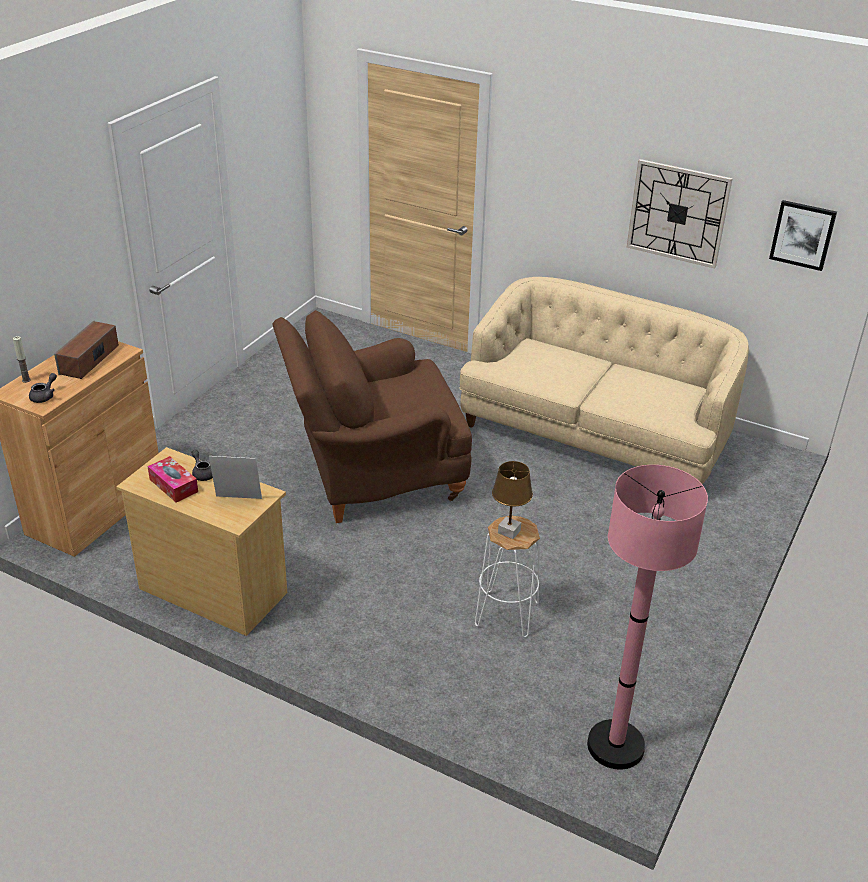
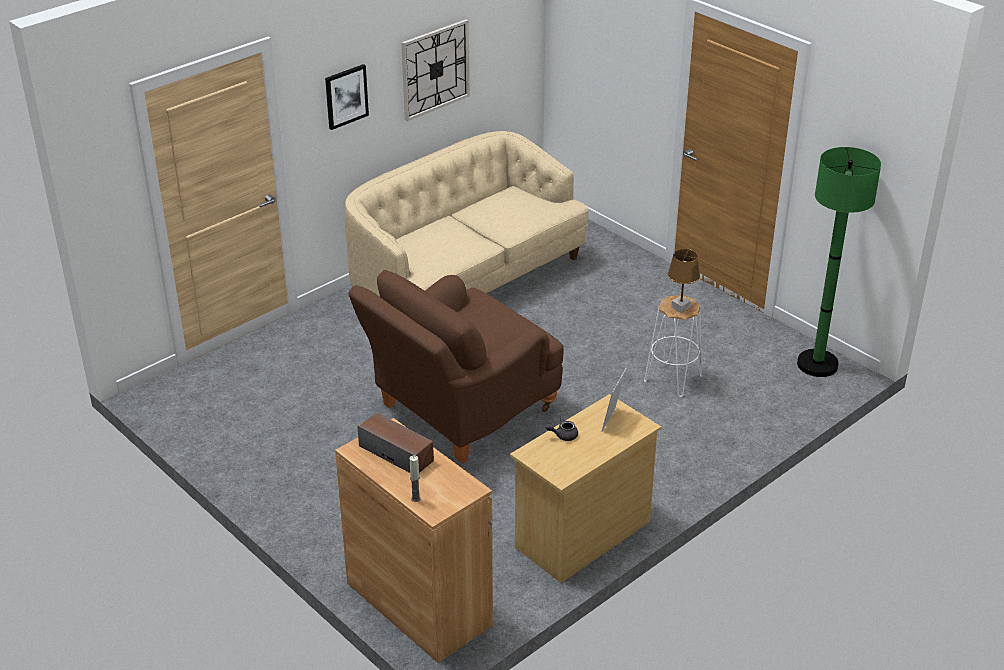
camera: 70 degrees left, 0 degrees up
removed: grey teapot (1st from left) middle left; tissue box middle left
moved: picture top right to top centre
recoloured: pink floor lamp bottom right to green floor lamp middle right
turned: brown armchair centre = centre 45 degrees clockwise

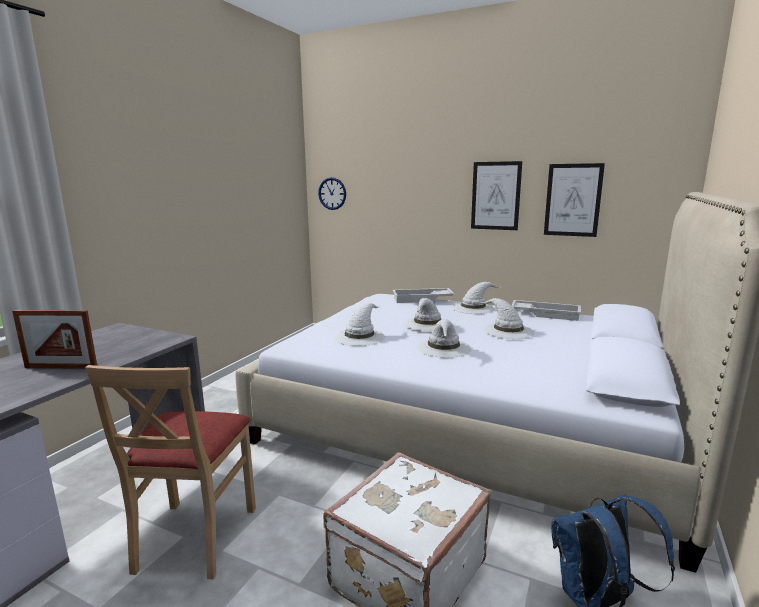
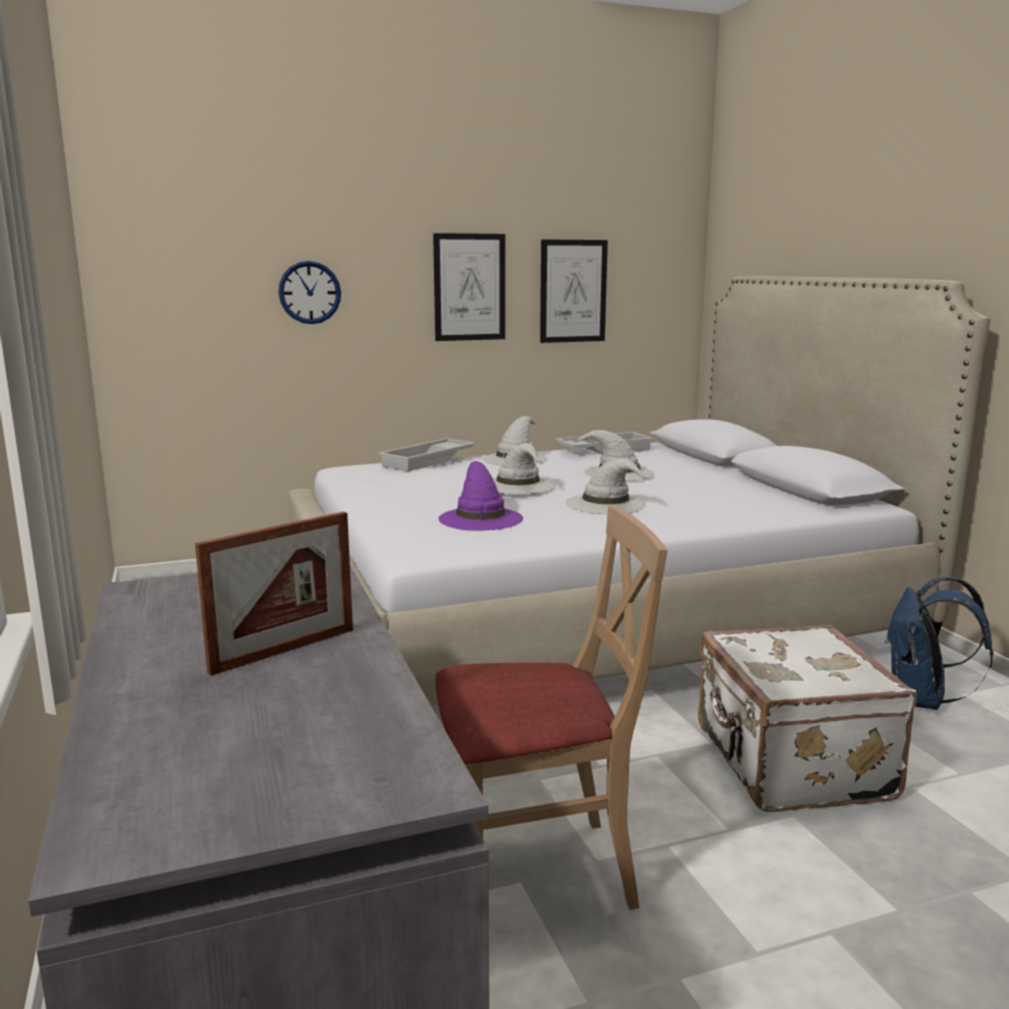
camera: 45 degrees left, 0 degrees up
moved: wall clock top centre to top left
recoloured: white hat (1st from left) centre to purple hat centre
turned: beige chair bottom left = bottom centre 60 degrees counterclockwise

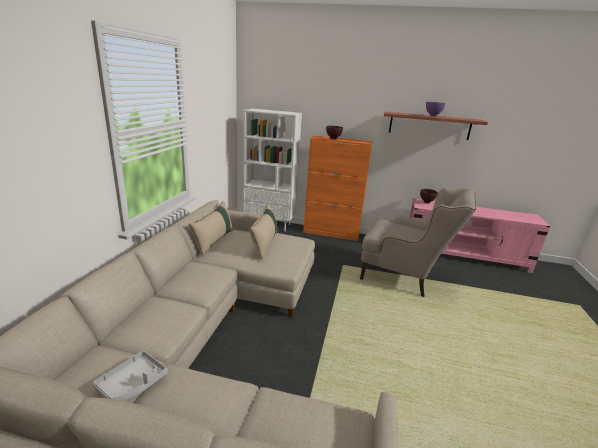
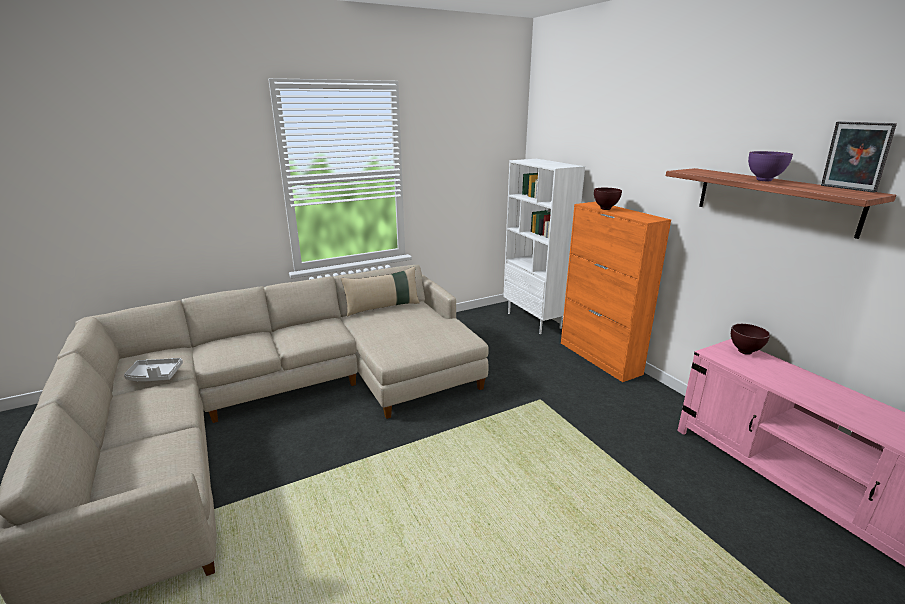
camera: 50 degrees right, 0 degrees up
removed: beige armchair middle right; beige pillow (2nd from left) centre
added: picture frame top right

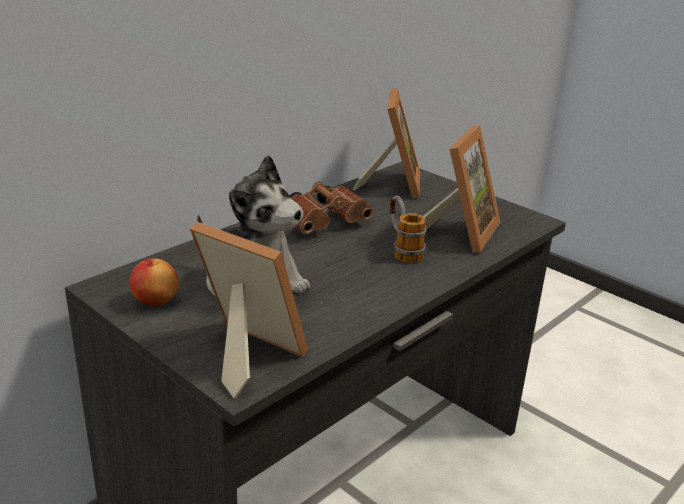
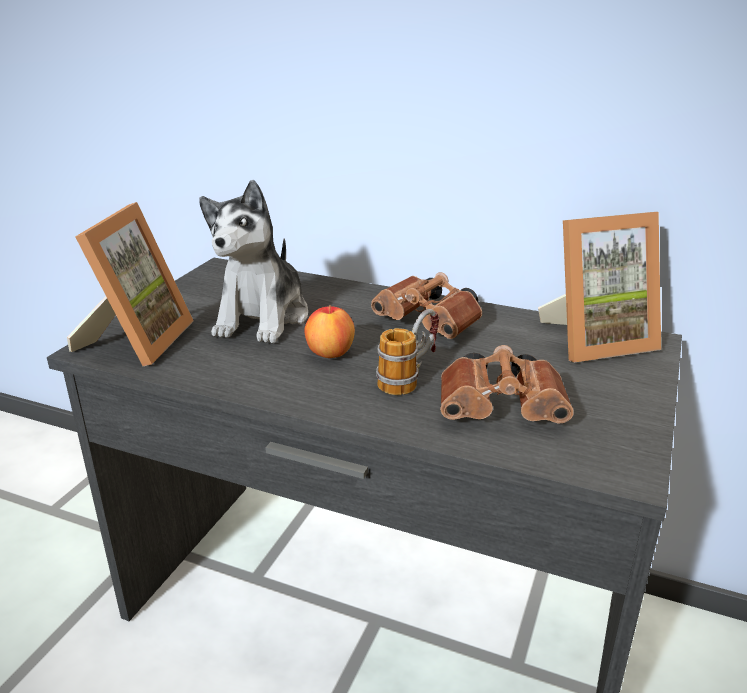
camera: 70 degrees right, 0 degrees up
moved: apple middle left to centre
replaced: picture frame (3rd from left) middle right to brown binoculars (2nd from left) middle right

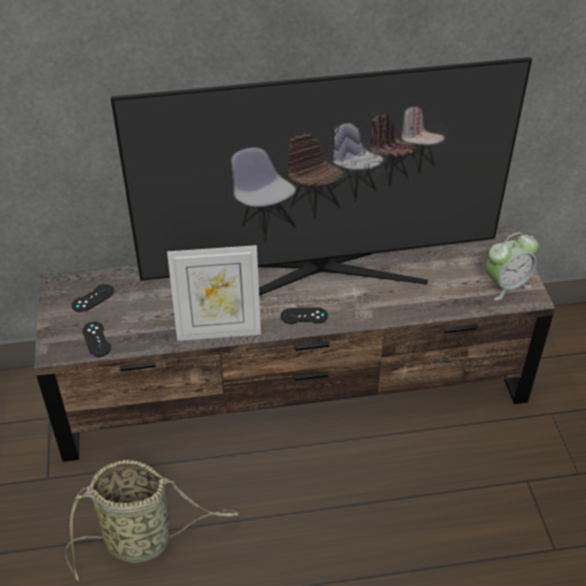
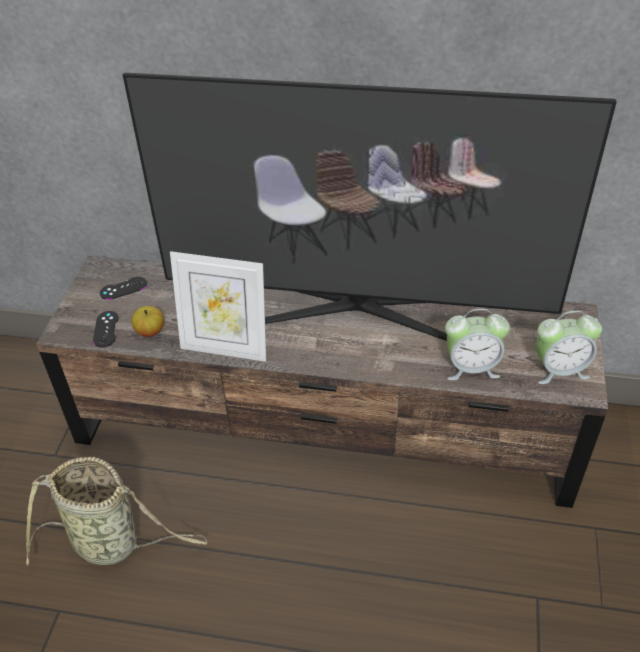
camera: 20 degrees right, 0 degrees up
removed: black game controller (3rd from left) centre
added: apple middle left; alarm clock (1st from left) middle right

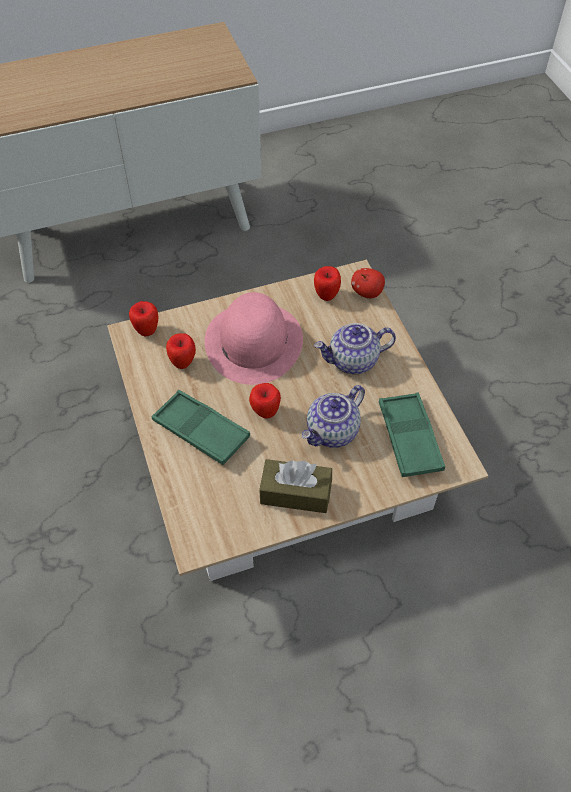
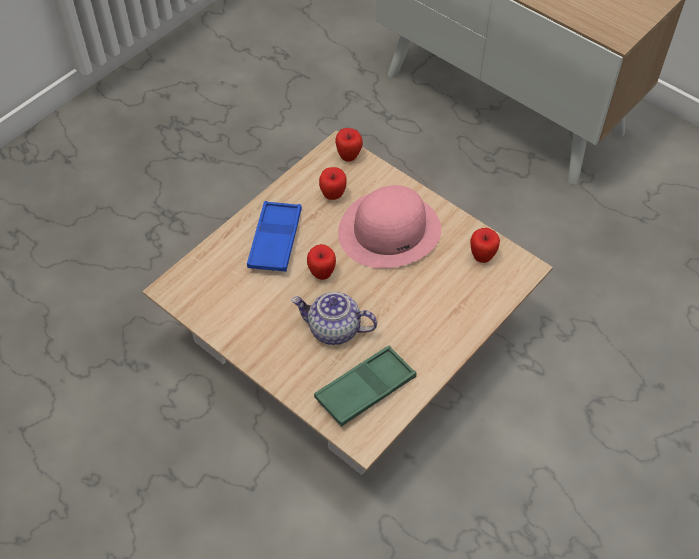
camera: 60 degrees right, 0 degrees up
removed: apple (5th from left) centre; teapot (2nd from left) centre; brown tissue box centre
recoloured: green tray (1st from left) centre to blue tray centre

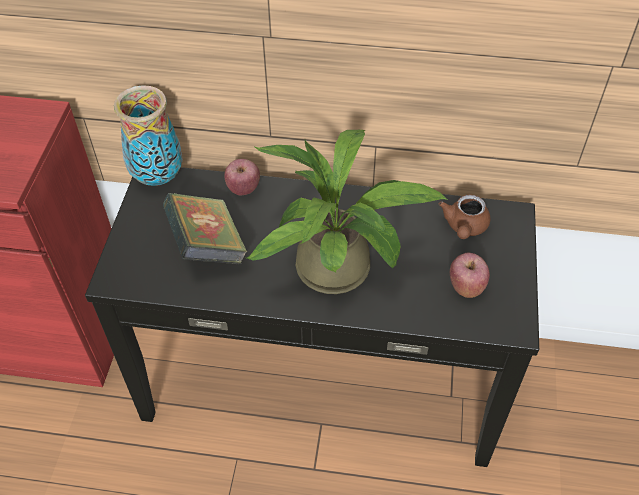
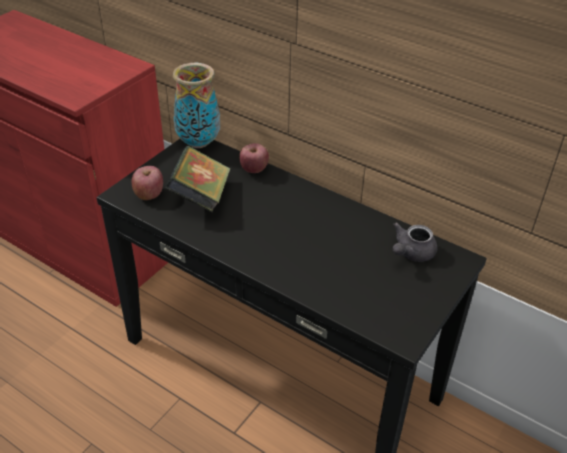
camera: 25 degrees right, 10 degrees down
removed: potted plant centre
moved: apple (2nd from left in the first image) middle right to apple (1st from left) middle left
recoloured: brown teapot middle right to grey teapot middle right

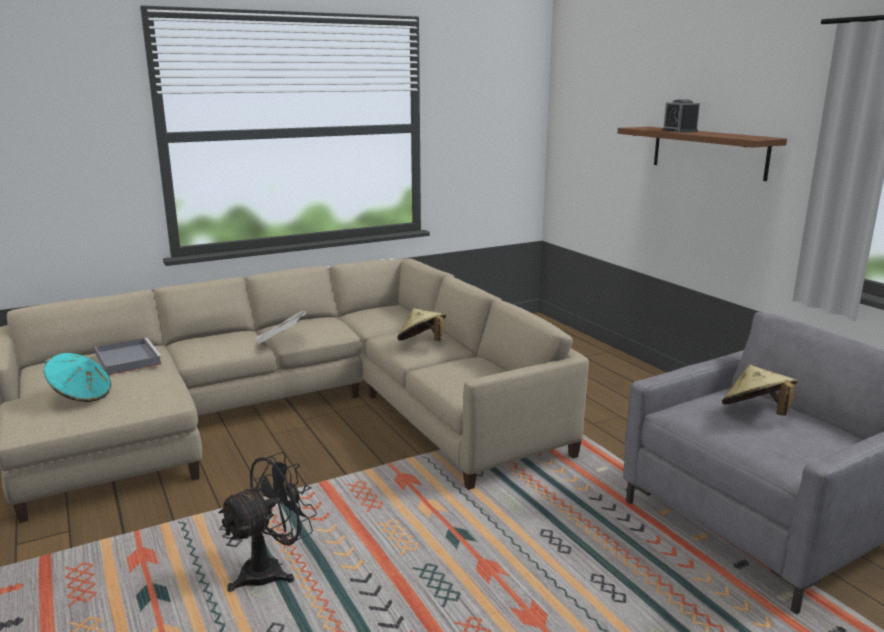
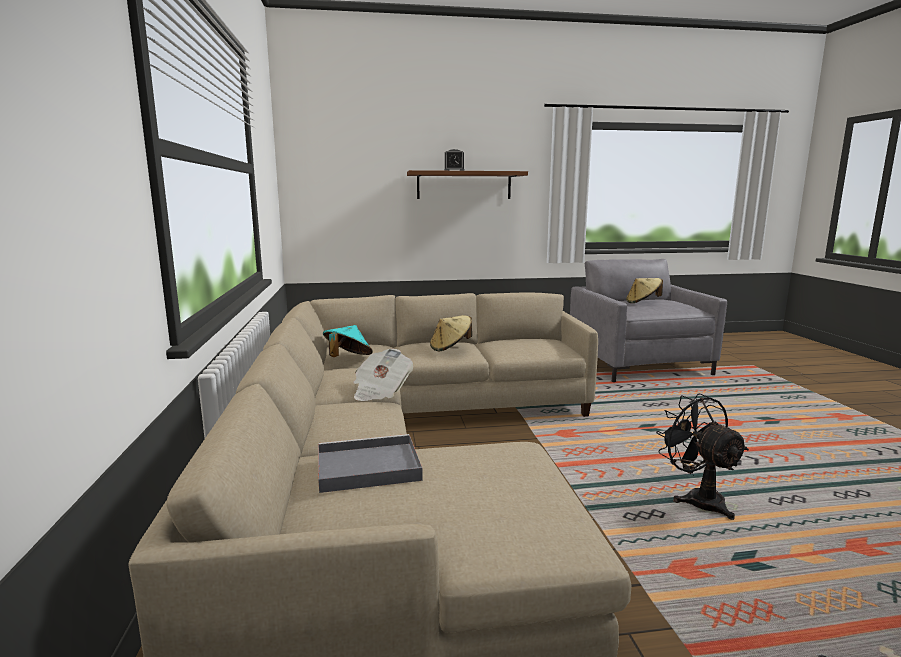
camera: 70 degrees left, 5 degrees down
moved: turquoise hat middle left to centre

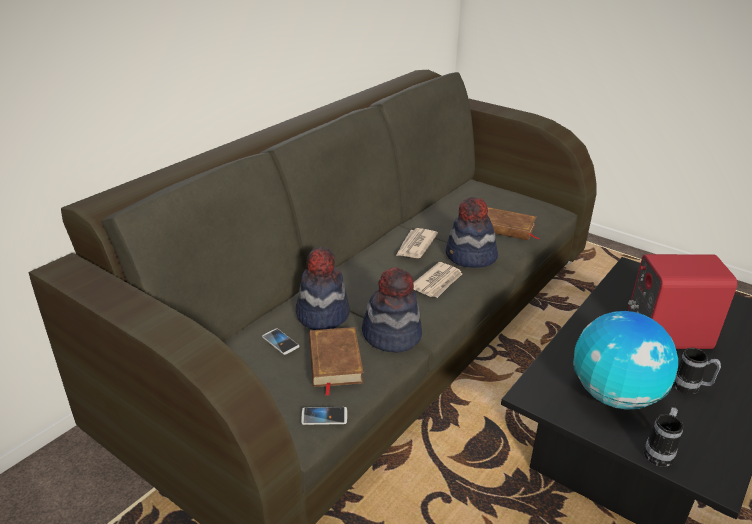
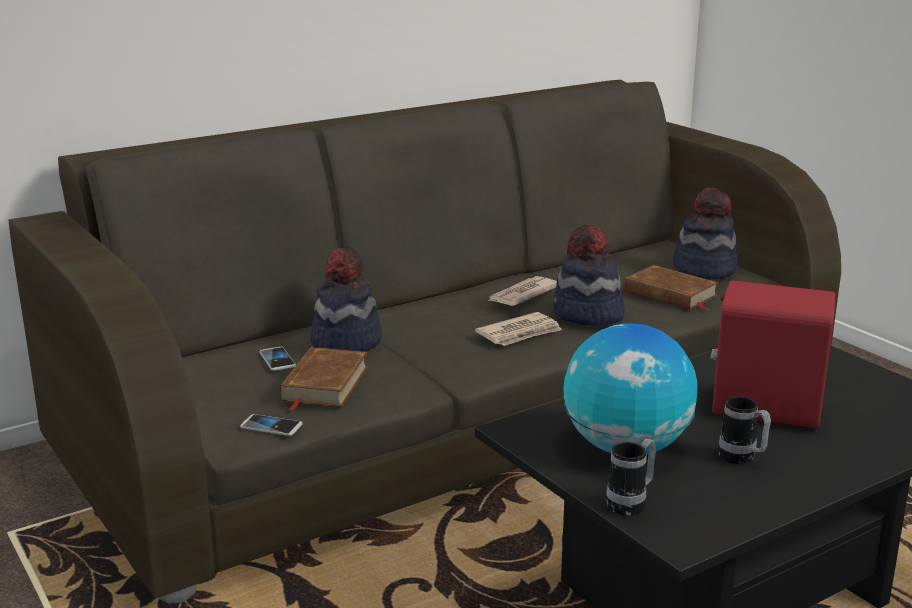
camera: 20 degrees right, 10 degrees down
moved: hat (2nd from left in the first image) centre to hat (3rd from left) middle right

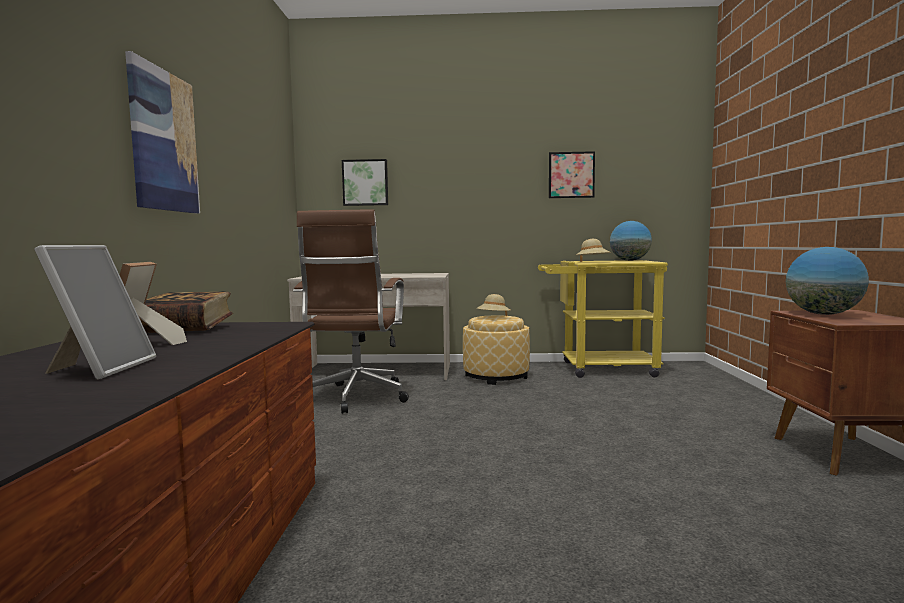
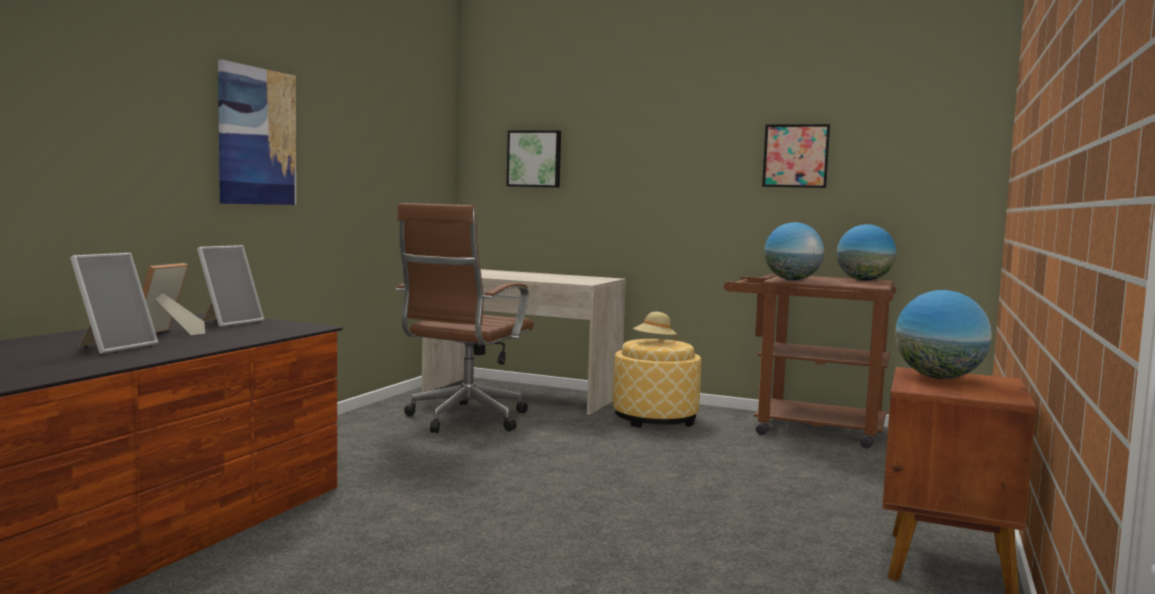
camera: 20 degrees right, 0 degrees up
replaced: beige hat (2nd from left) centre to globe (1st from left) middle right; book middle left to picture frame (3rd from left) middle left
recoloured: yellow cart middle right to brown cart middle right

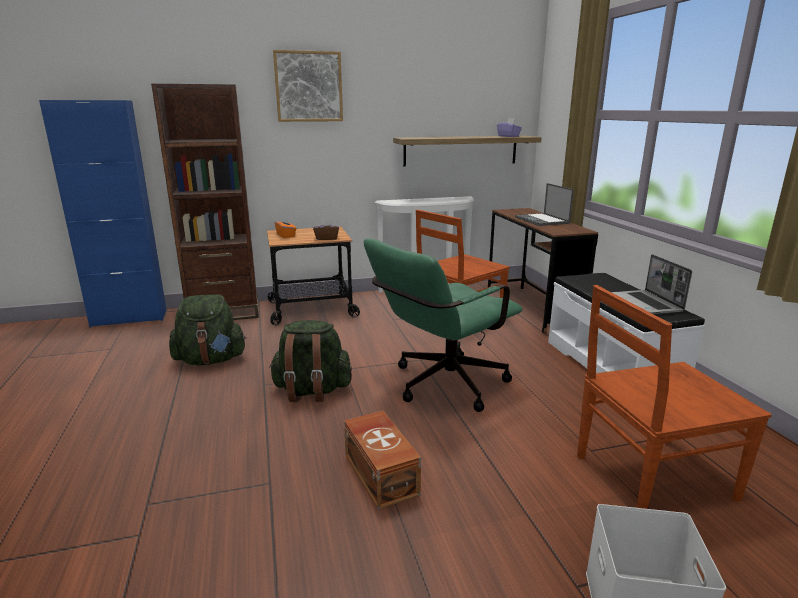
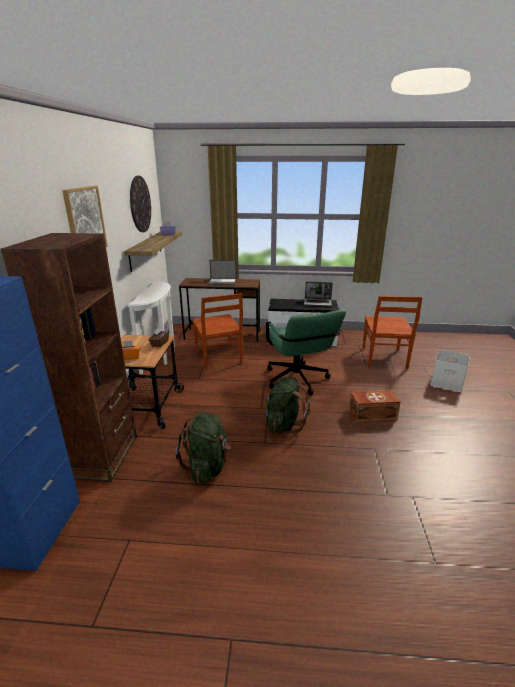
camera: 70 degrees left, 5 degrees up
added: wall clock top left

